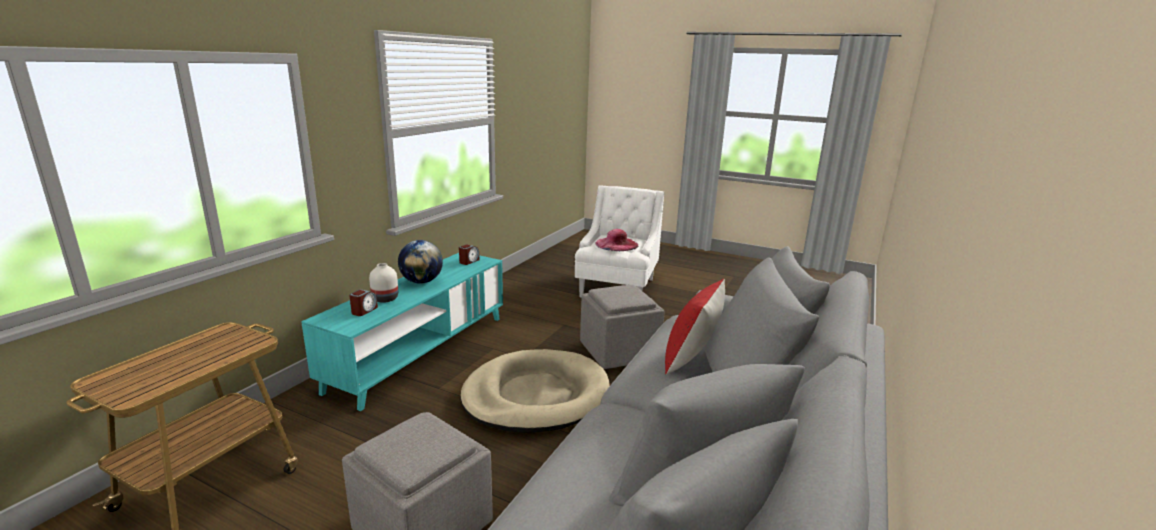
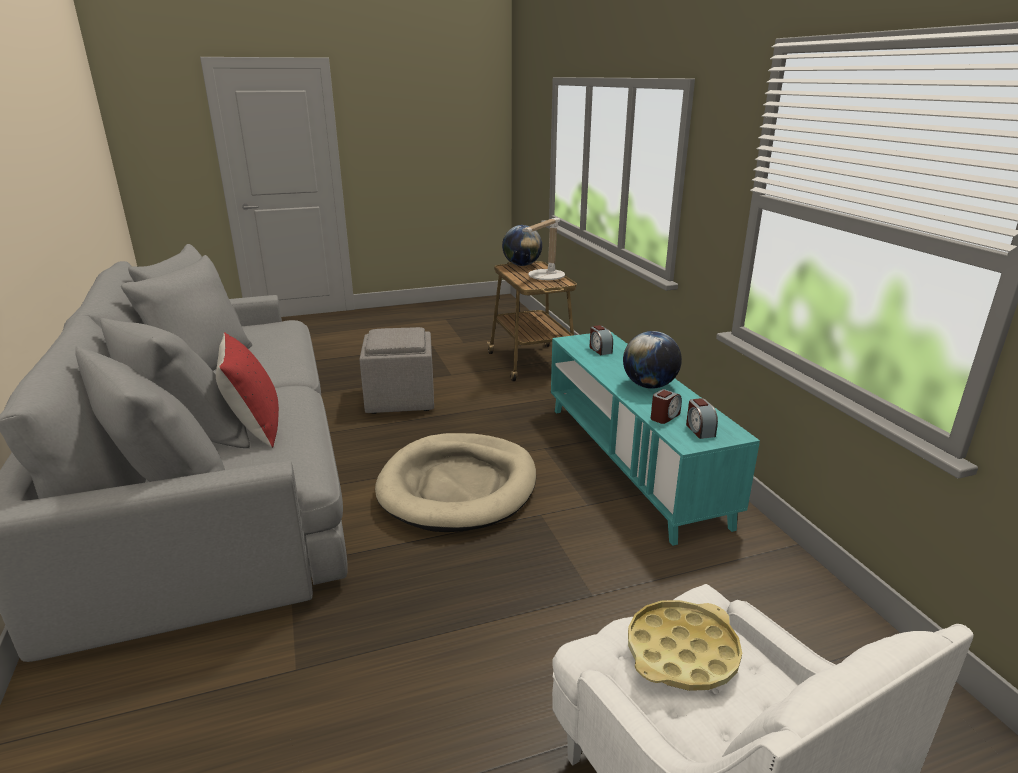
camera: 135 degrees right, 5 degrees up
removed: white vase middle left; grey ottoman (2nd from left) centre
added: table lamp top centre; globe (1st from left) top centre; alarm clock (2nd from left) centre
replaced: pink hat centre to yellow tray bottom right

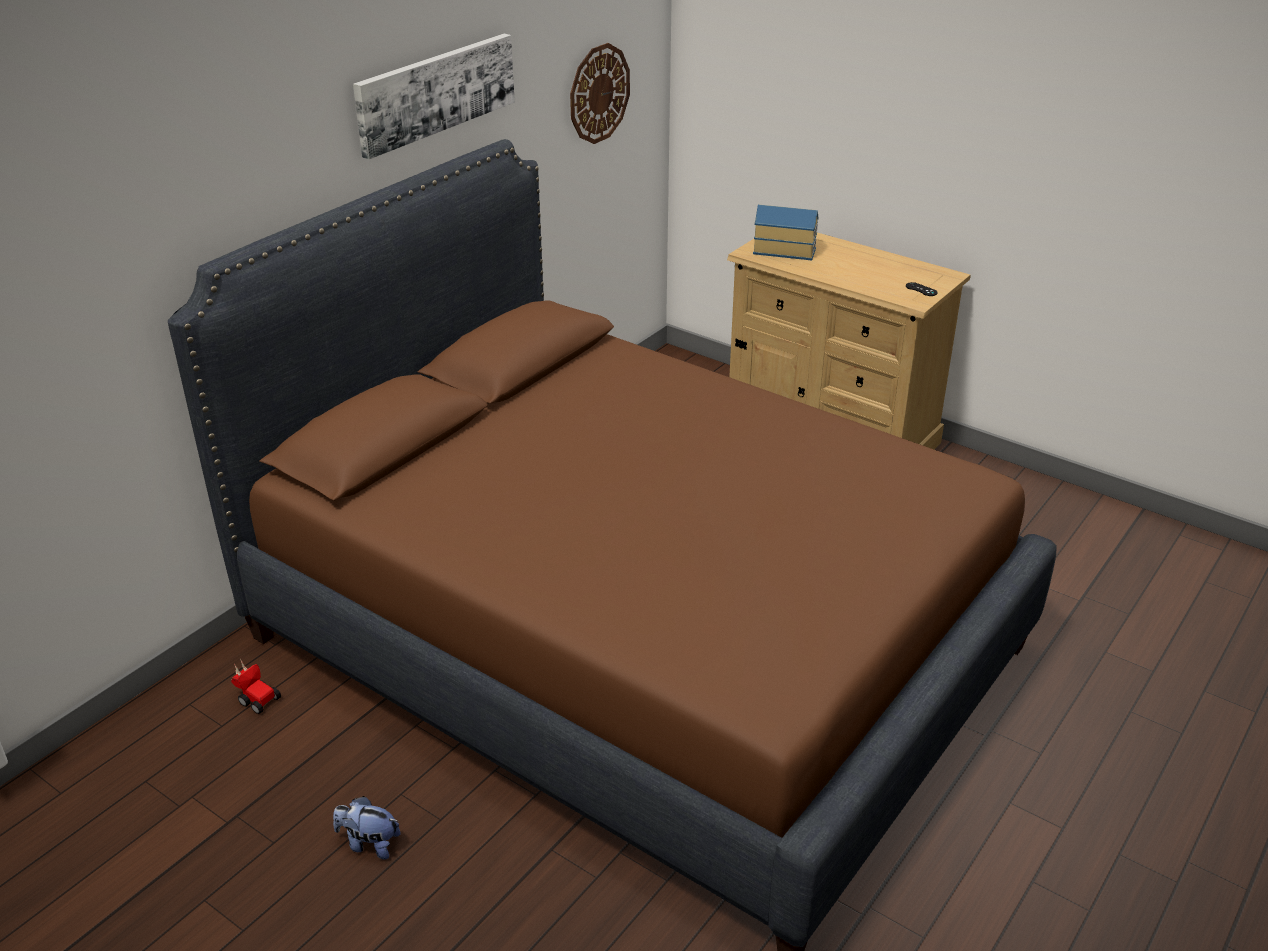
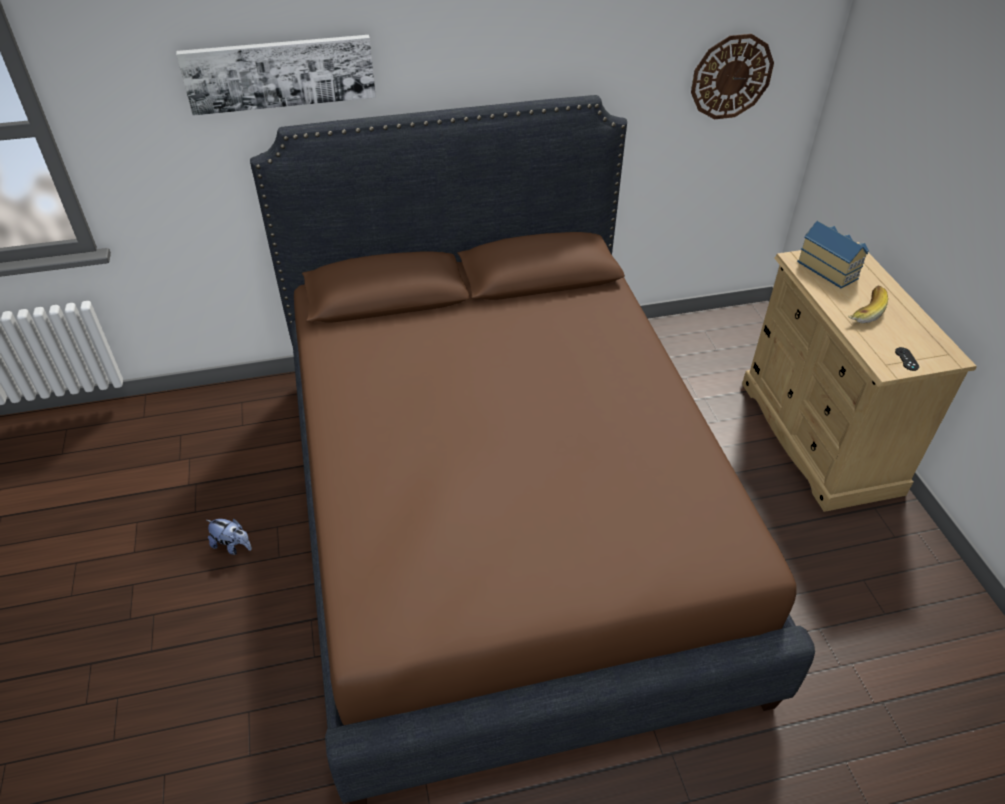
camera: 40 degrees right, 10 degrees up
removed: toy car bottom left
added: banana middle right
moved: picture top centre to top left
turned: plush toy bottom left = bottom left 150 degrees clockwise

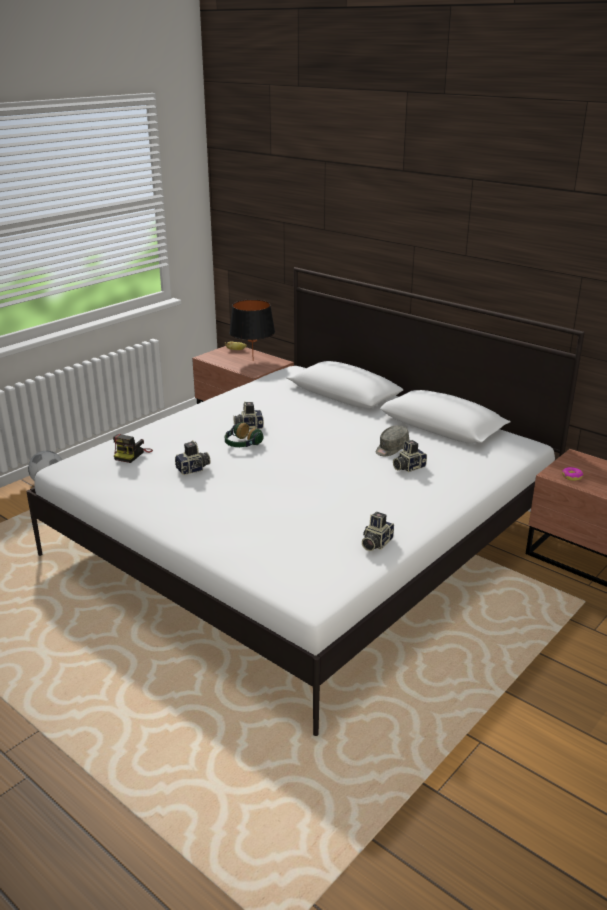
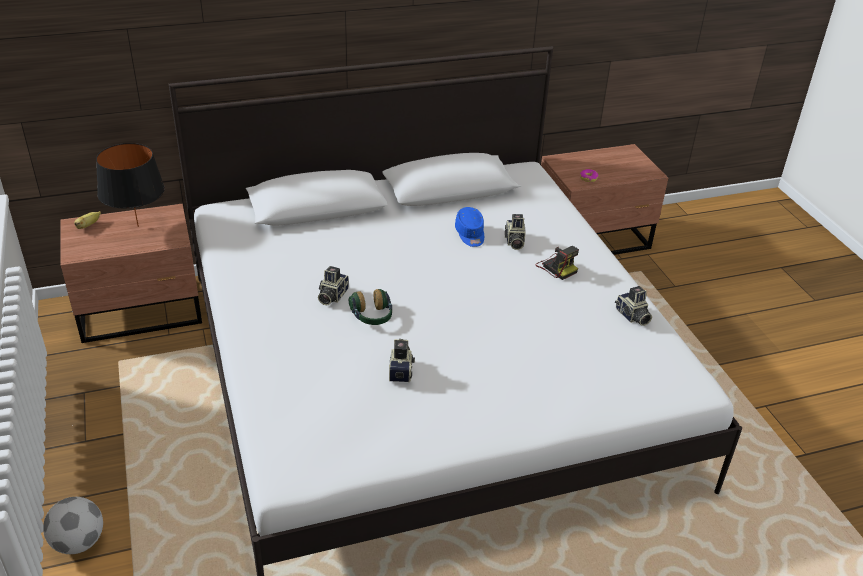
camera: 60 degrees left, 10 degrees up
moved: photo camera (1st from left in the first image) middle left to photo camera (4th from left) centre
recoloured: grey cap centre to blue cap centre

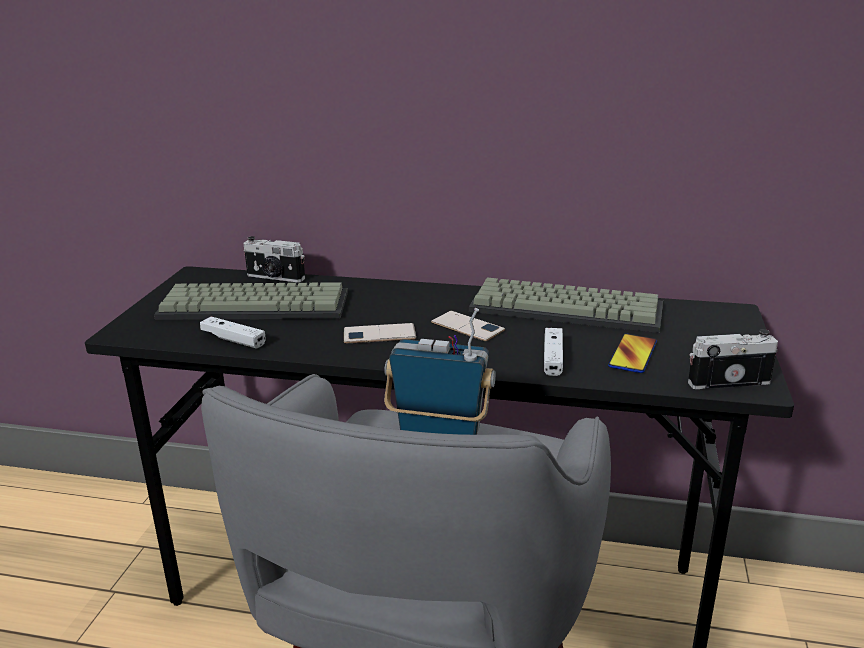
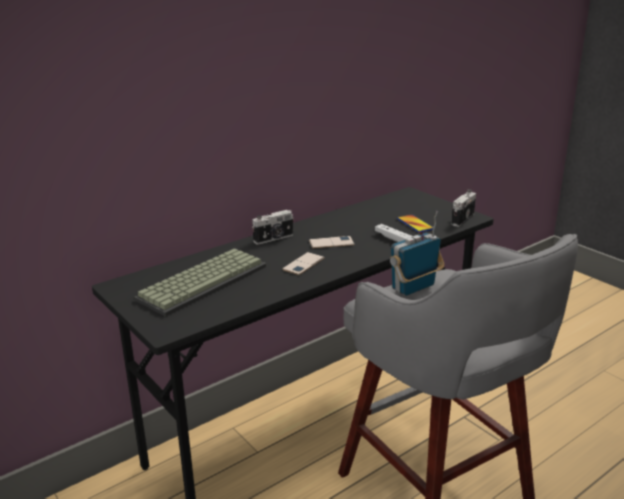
camera: 50 degrees left, 0 degrees up
removed: keyboard (2nd from left) centre; white game controller (1st from left) middle left
moved: photo camera (1st from left) middle left to centre

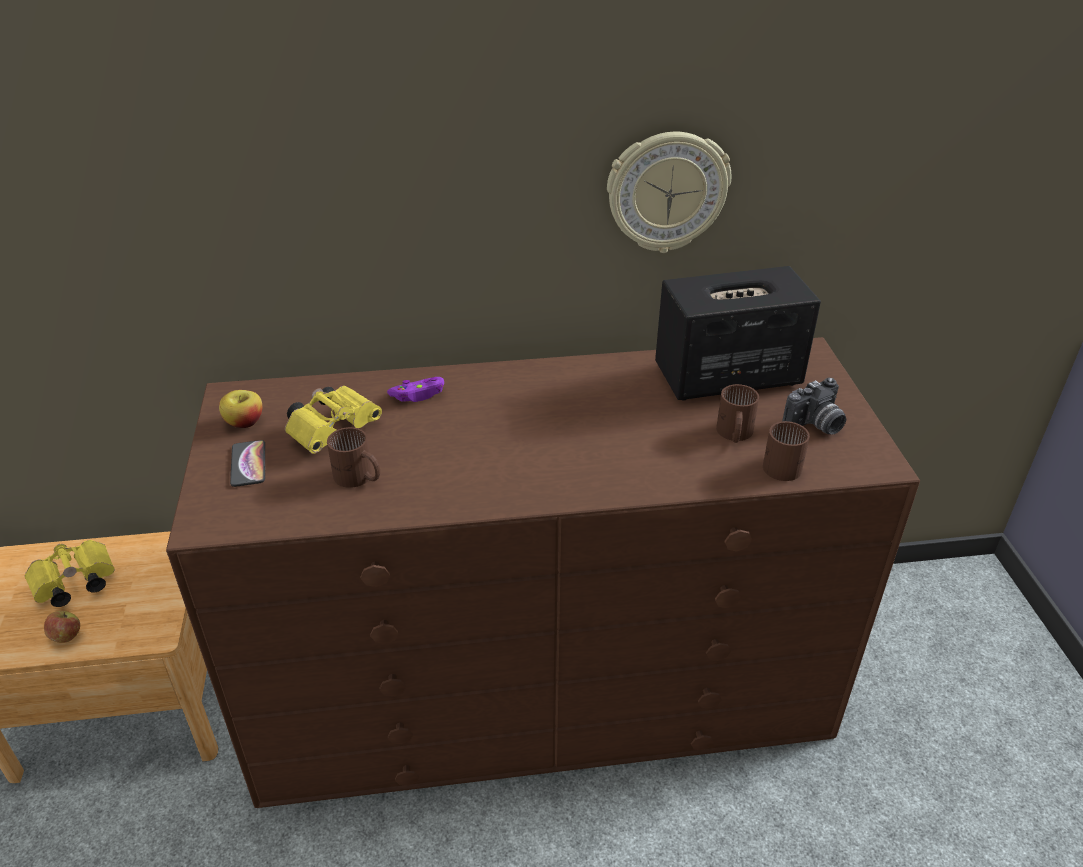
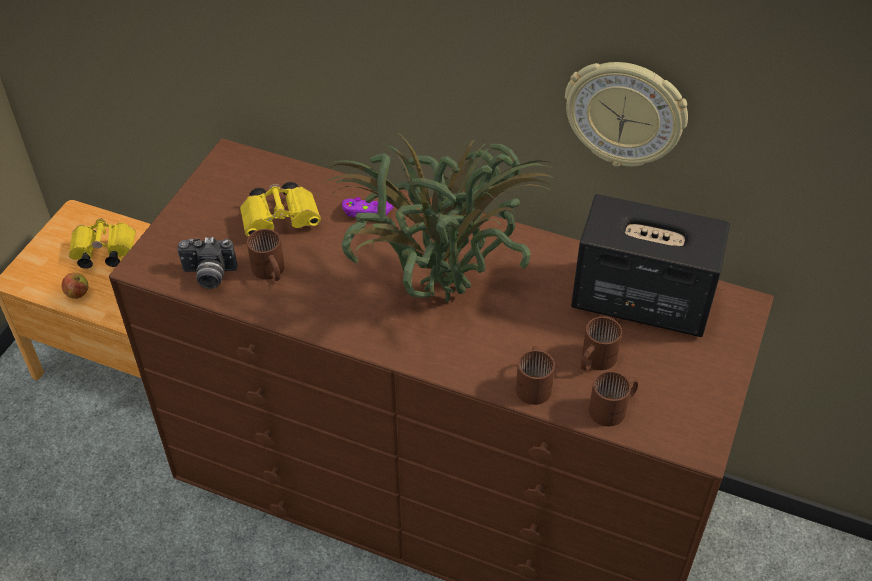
camera: 30 degrees right, 10 degrees up
removed: apple (2nd from left) middle left; phone middle left
added: potted plant centre; brown mug (2nd from left) centre
moved: photo camera middle right to middle left

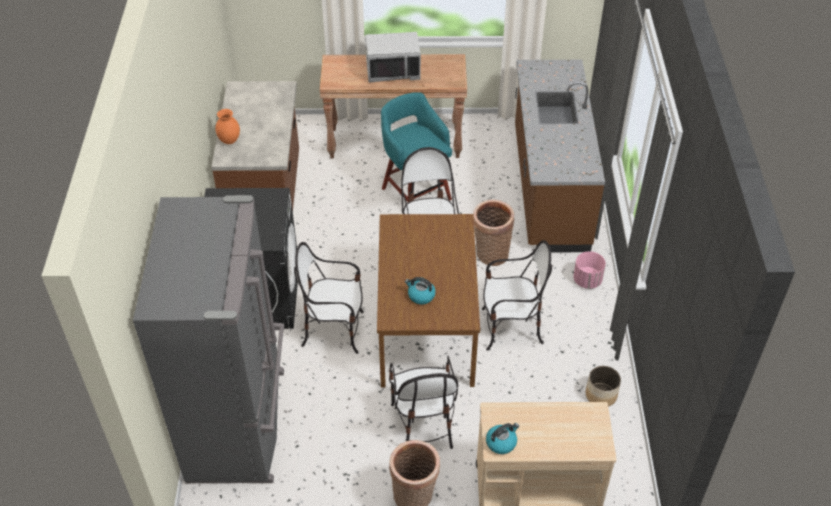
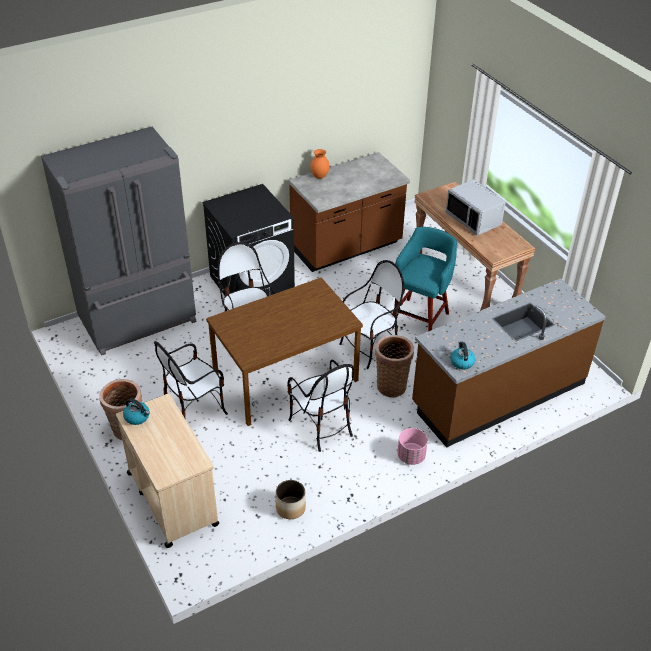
camera: 60 degrees right, 5 degrees down
moved: kettle (1st from left in the first image) centre to kettle (2nd from left) middle right

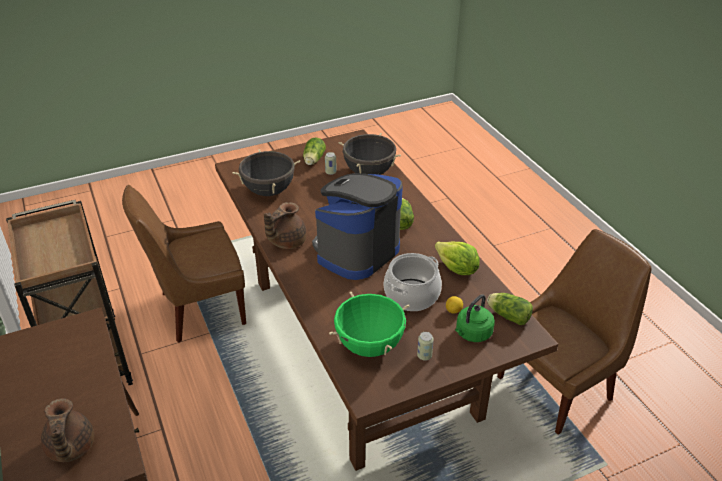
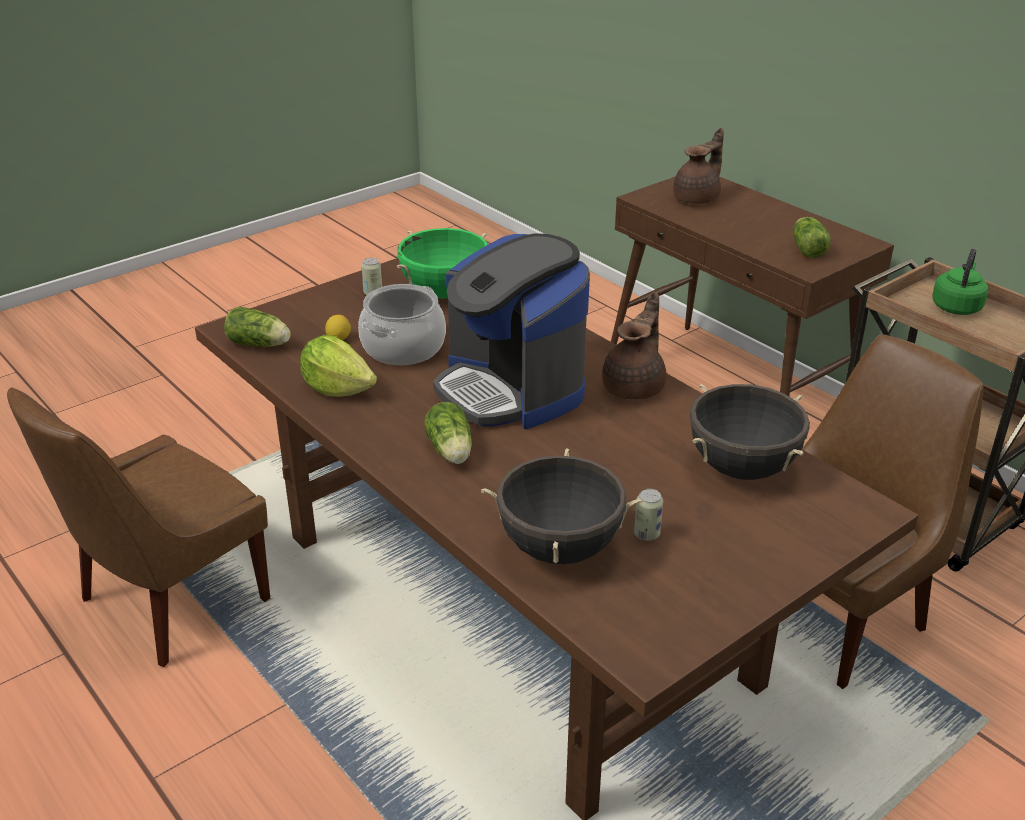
camera: 165 degrees right, 5 degrees down
moved: lettuce (1st from left in the first image) top centre to lettuce (4th from left) top right; green kettle centre to middle right
turned: coffee machine centre = centre 120 degrees clockwise; brown teapot (1st from left in the first image) bottom left = top right 75 degrees clockwise

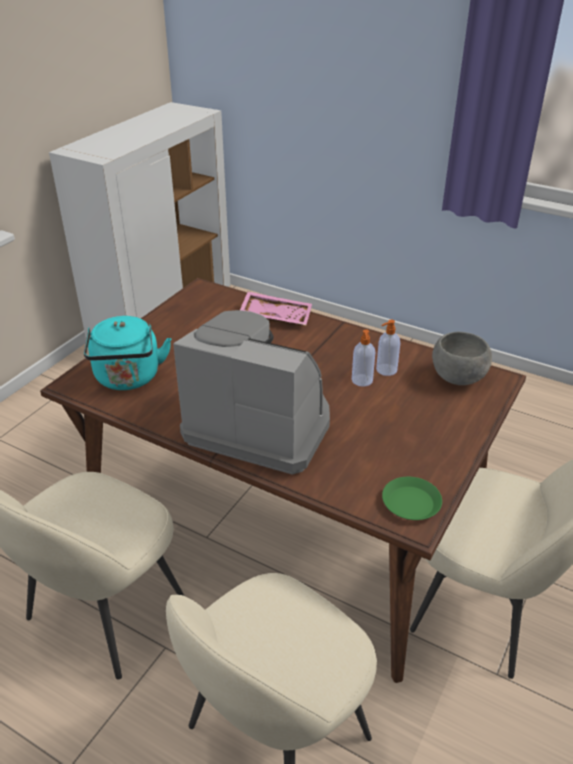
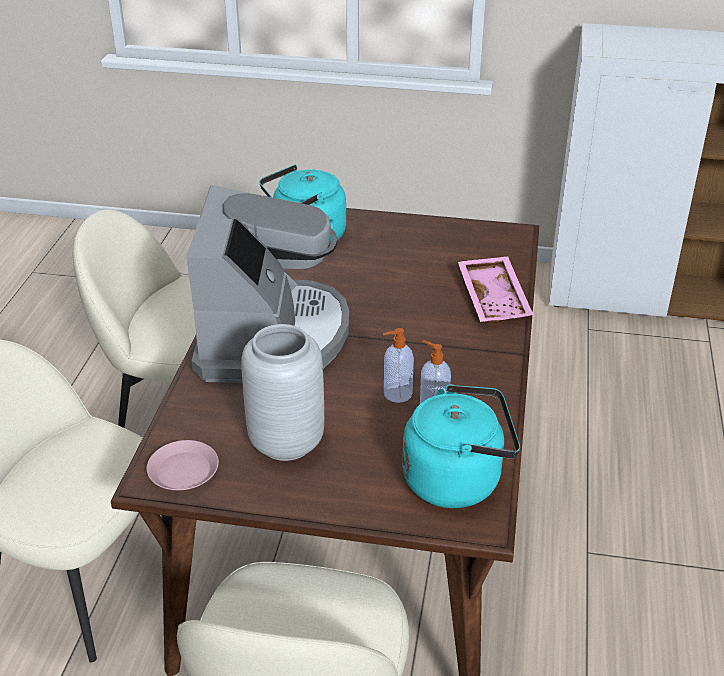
camera: 70 degrees right, 0 degrees up
added: grey vase centre
replaced: grey bowl middle right to turquoise kettle (2nd from left) centre
recoloured: green plate middle right to pink plate bottom left

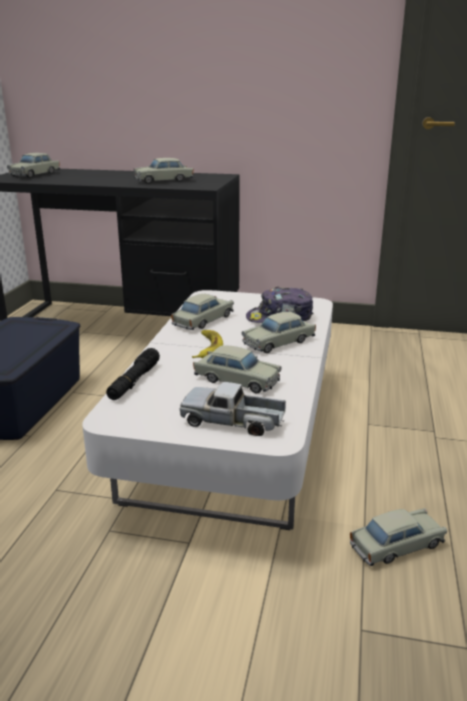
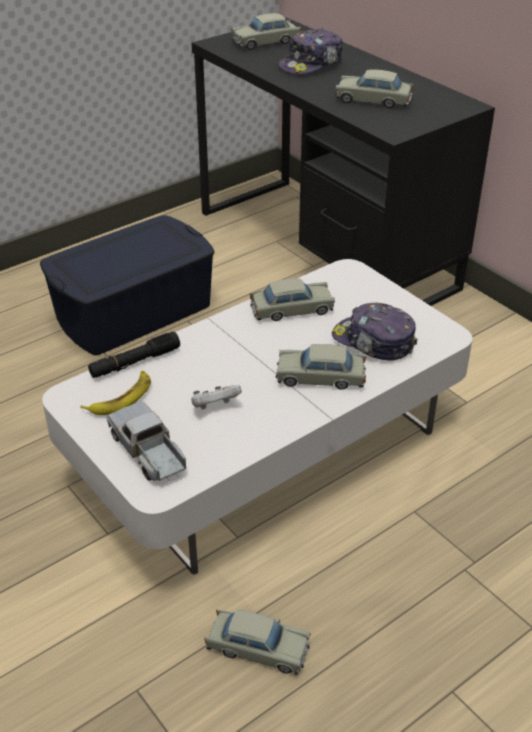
camera: 40 degrees right, 15 degrees up
added: cap (1st from left) top centre
moved: banana centre to middle left
replaced: beige toy car (4th from left) centre to white game controller centre

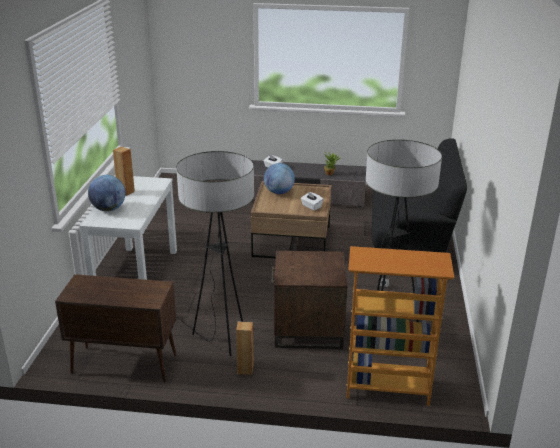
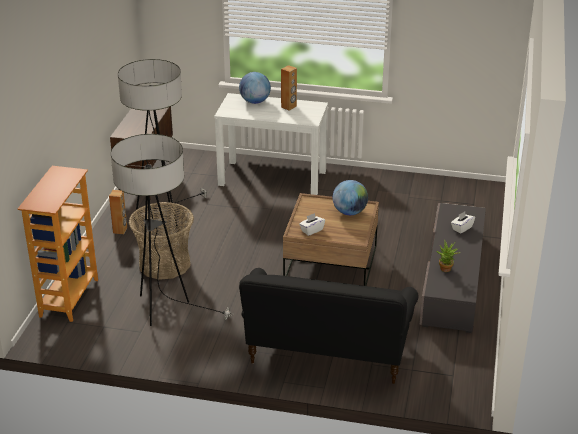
camera: 95 degrees right, 5 degrees up
replaced: brown side table bottom centre to basket middle left

